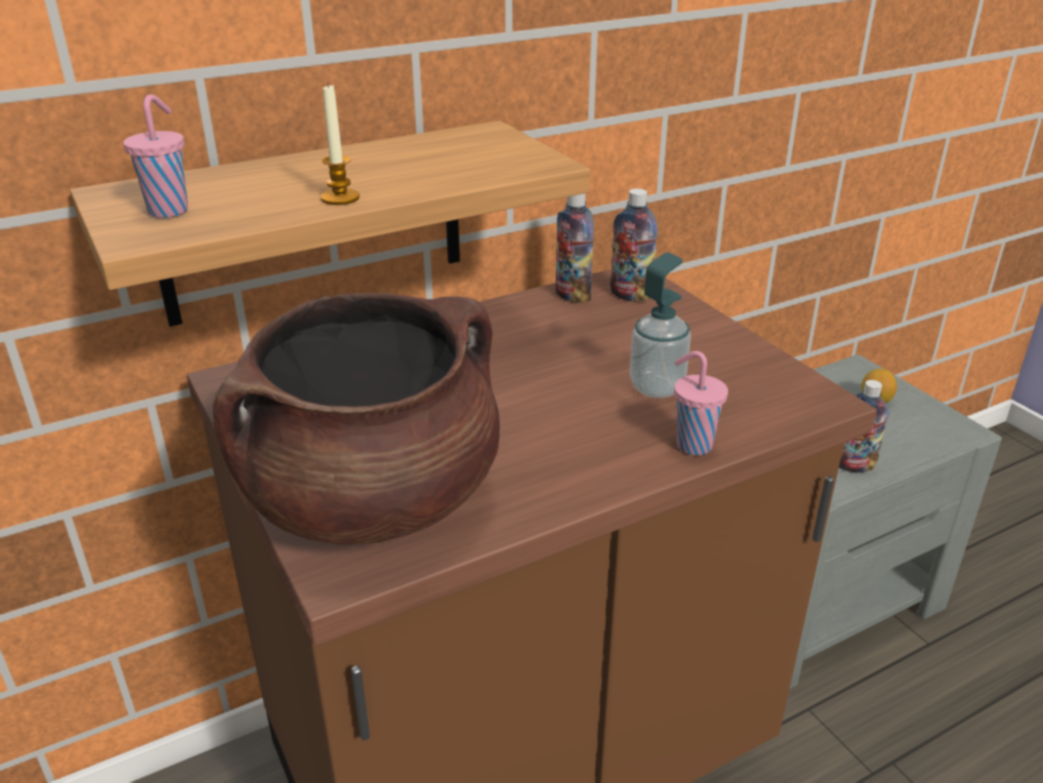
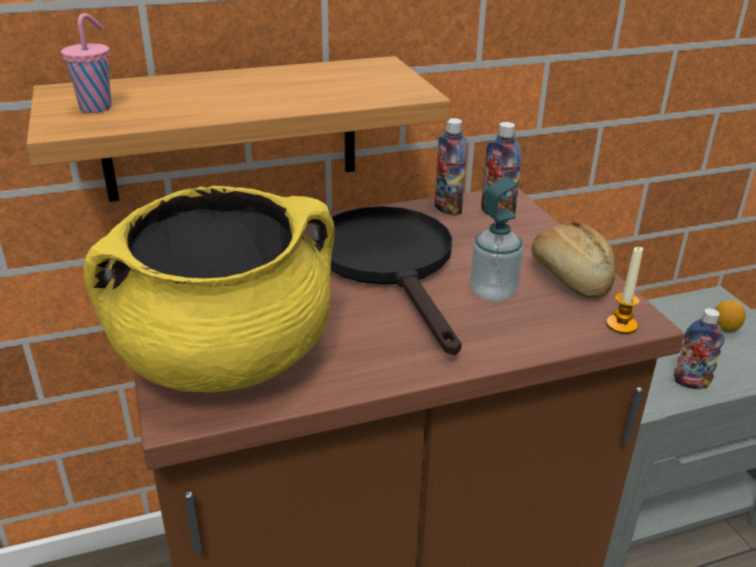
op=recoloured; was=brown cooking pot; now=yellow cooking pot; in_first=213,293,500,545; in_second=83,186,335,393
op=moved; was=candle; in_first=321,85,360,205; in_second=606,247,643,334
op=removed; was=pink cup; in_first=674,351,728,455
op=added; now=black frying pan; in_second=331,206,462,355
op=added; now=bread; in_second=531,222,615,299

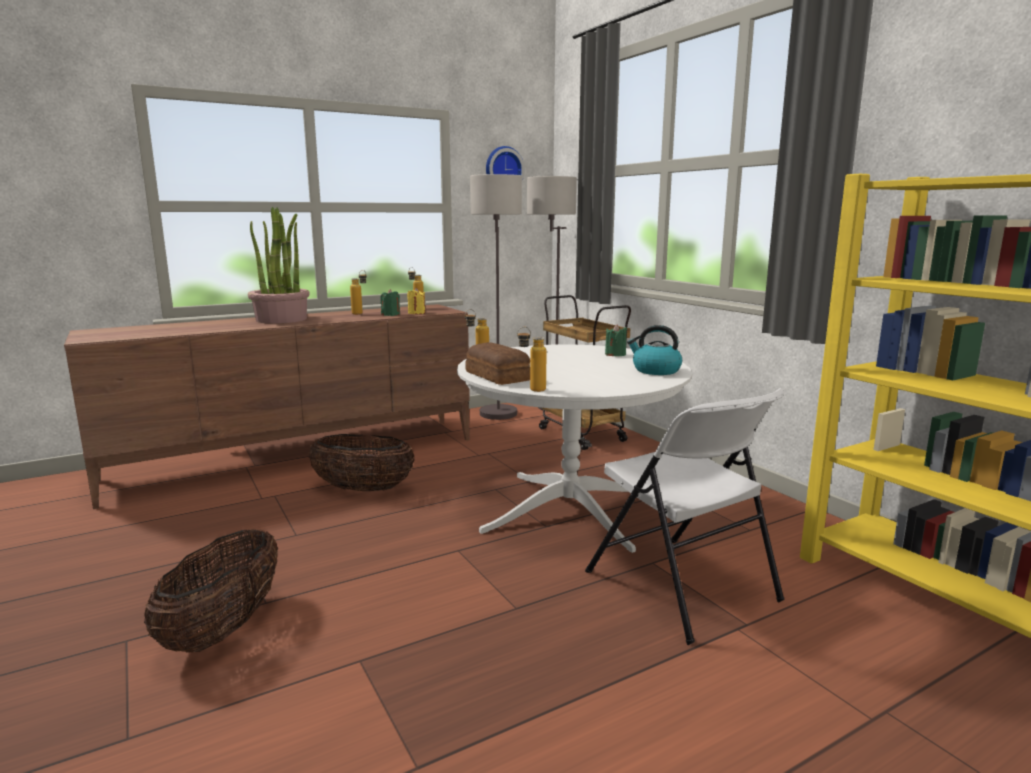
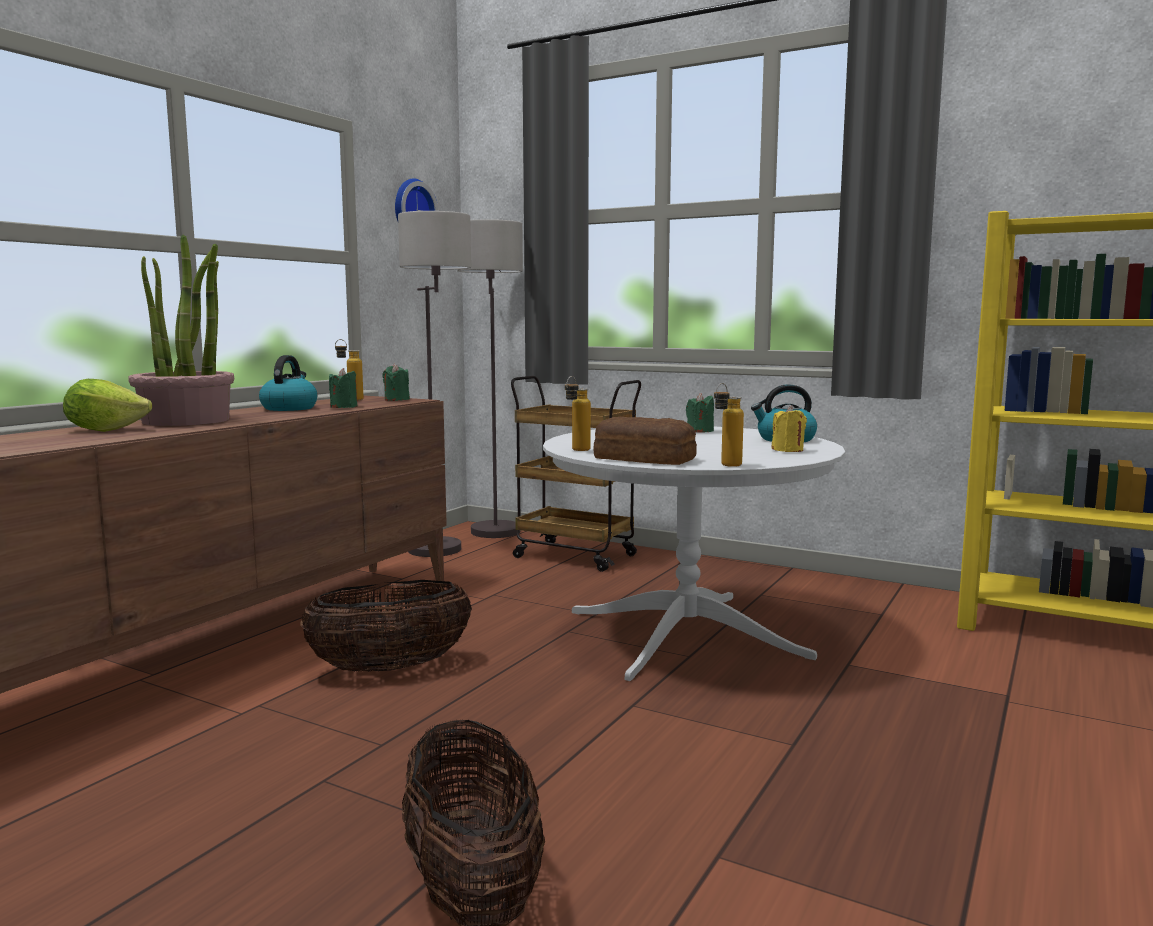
op=replaced; was=bottle; now=kettle; in_first=350,270,367,315; in_second=259,355,318,411
op=moved; was=yellow candle; in_first=407,288,425,314; in_second=771,406,807,452
op=removed; was=white chair; in_first=585,388,785,645
op=added; now=lettuce; in_second=63,379,152,432
op=added; now=green candle; in_second=382,364,410,401

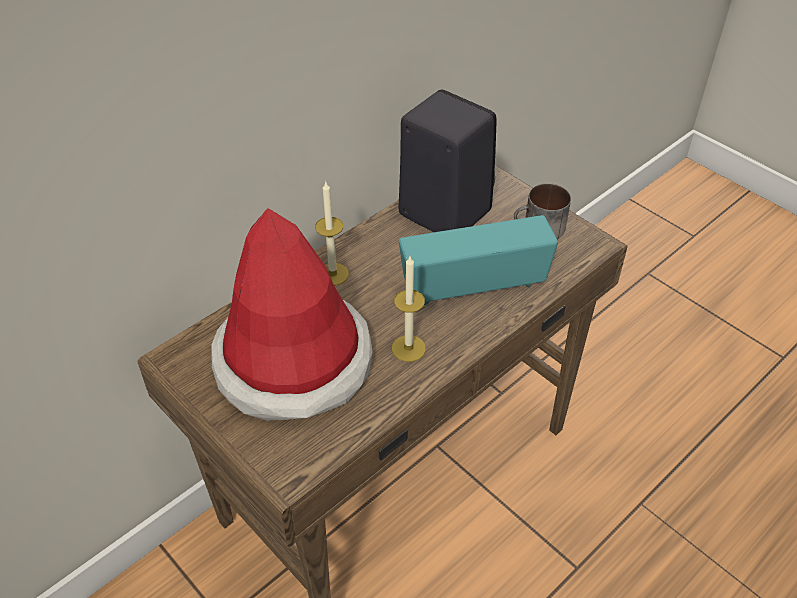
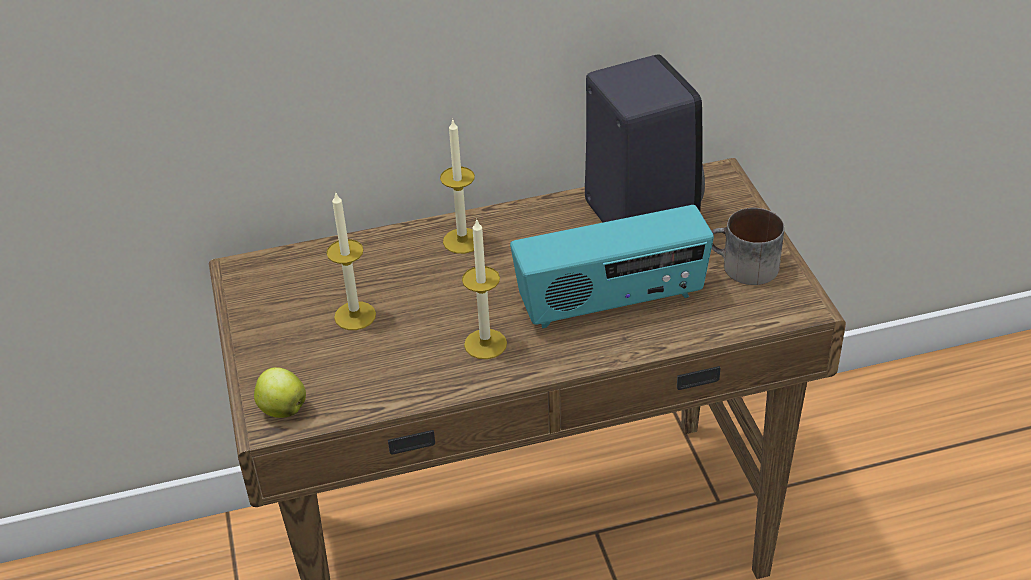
op=replaced; was=hat; now=candle; in_first=211,208,373,420; in_second=326,191,376,330
op=turned; was=radio; in_first=399,215,558,305; in_second=510,205,714,328; clockwise=150
op=added; now=apple; in_second=254,367,306,418

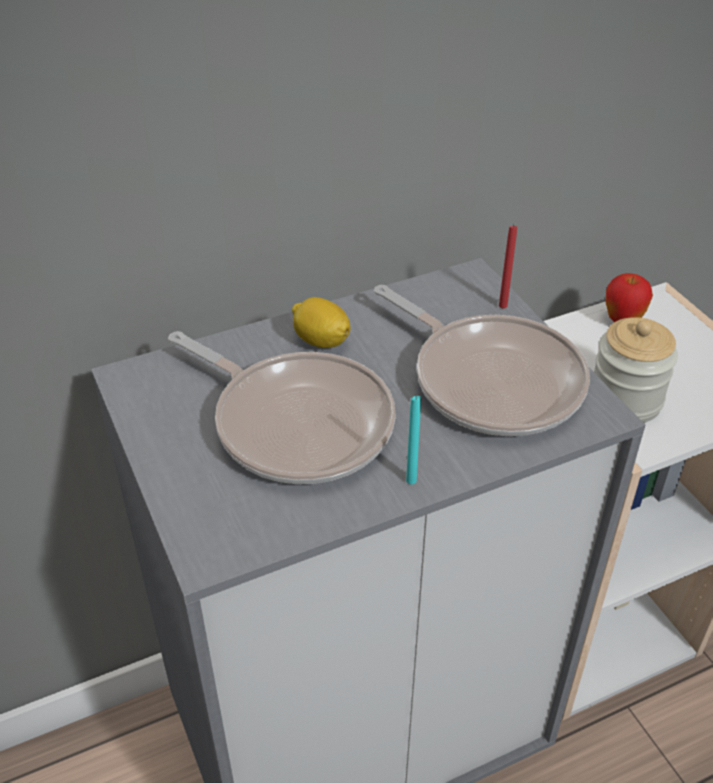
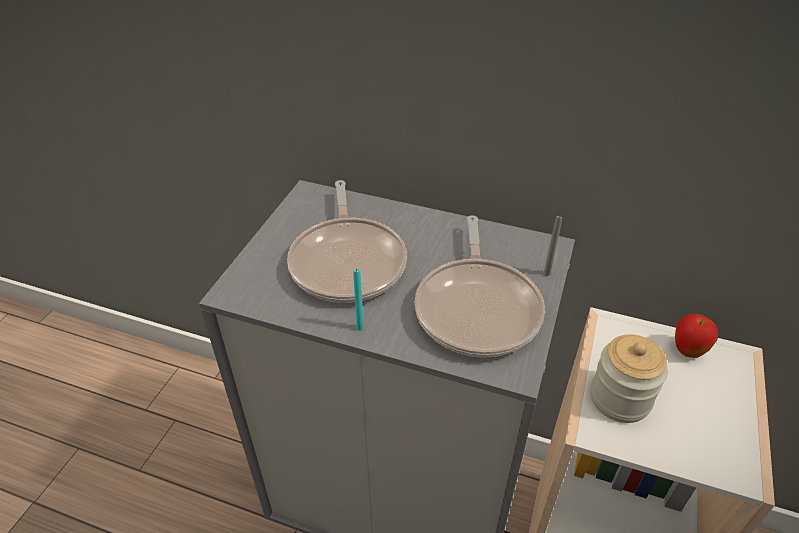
op=removed; was=lemon; in_first=292,297,351,348
op=recoloured; was=red candle; now=grey candle; in_first=499,224,517,308; in_second=544,215,562,276

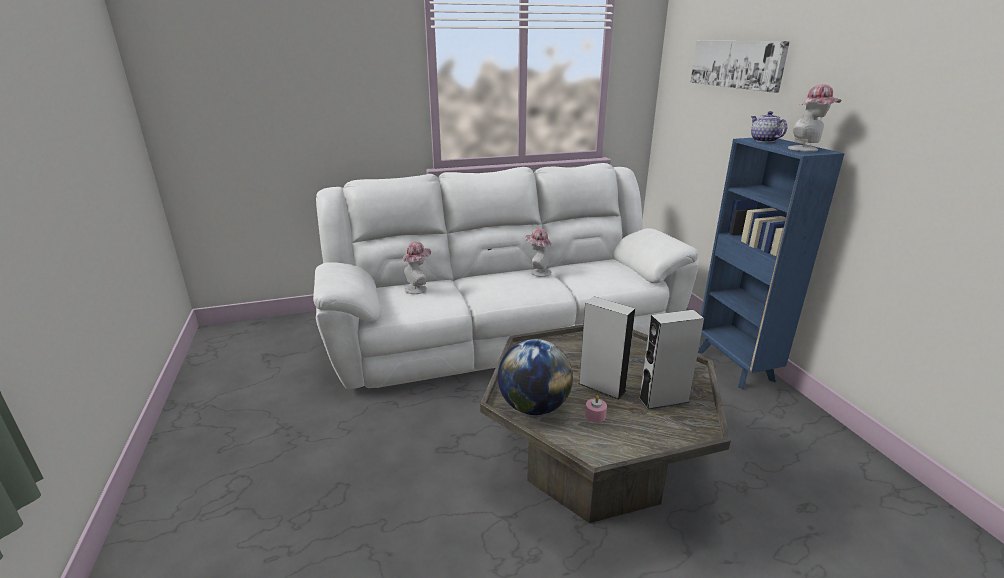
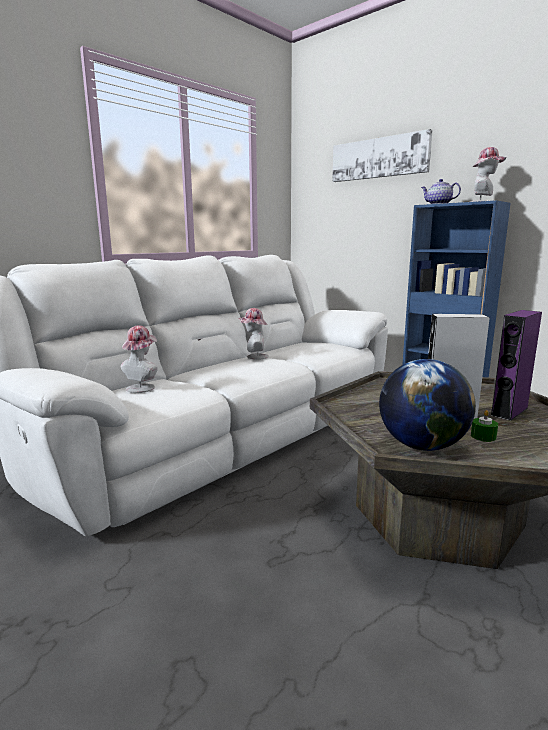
op=recoloured; was=pink candle; now=green candle; in_first=585,395,607,423; in_second=471,410,498,442
op=recoloured; was=grey speaker; now=purple speaker; in_first=639,310,704,410; in_second=490,310,542,421

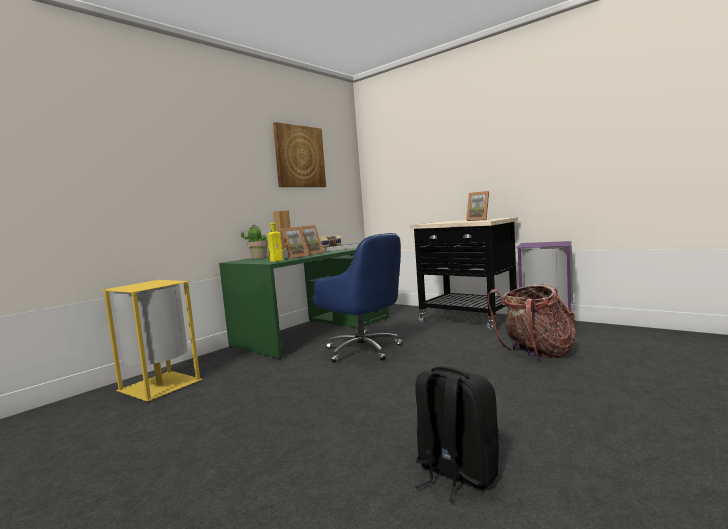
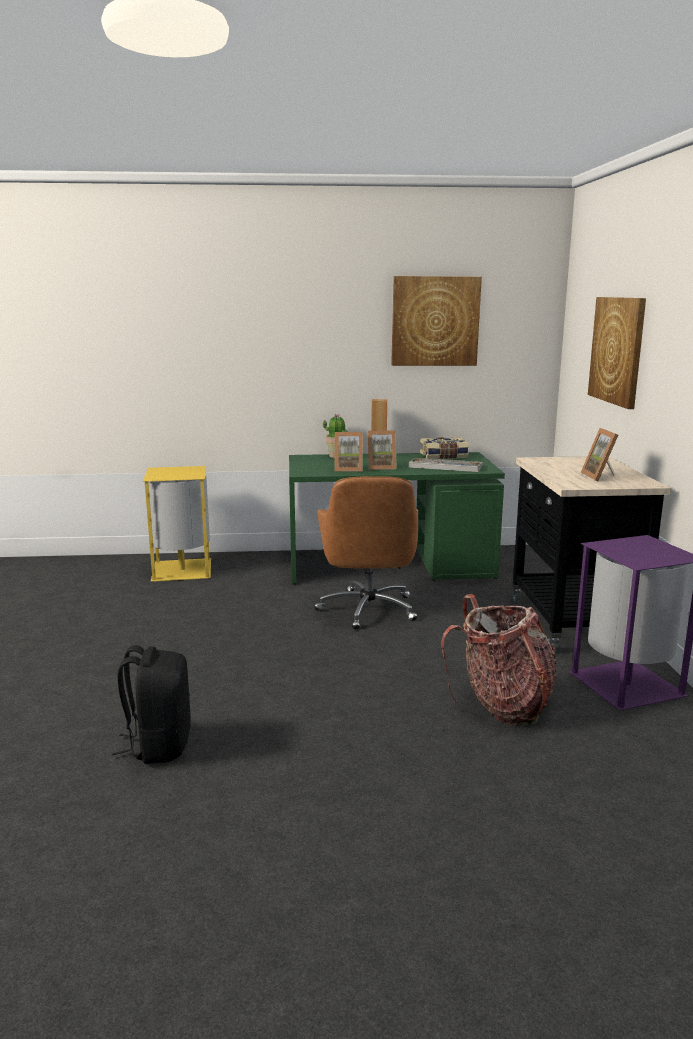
op=removed; was=yellow bottle; in_first=267,223,284,262
op=recoloured; was=blue office chair; now=brown office chair; in_first=313,233,402,363; in_second=315,476,418,630
op=added; now=picture; in_second=588,297,646,409

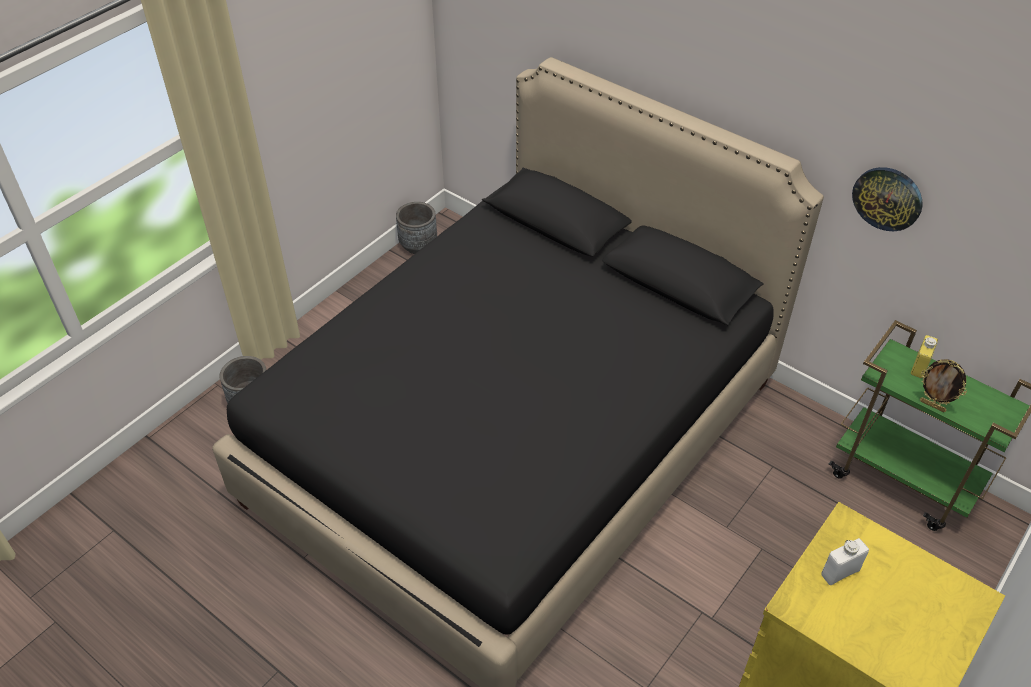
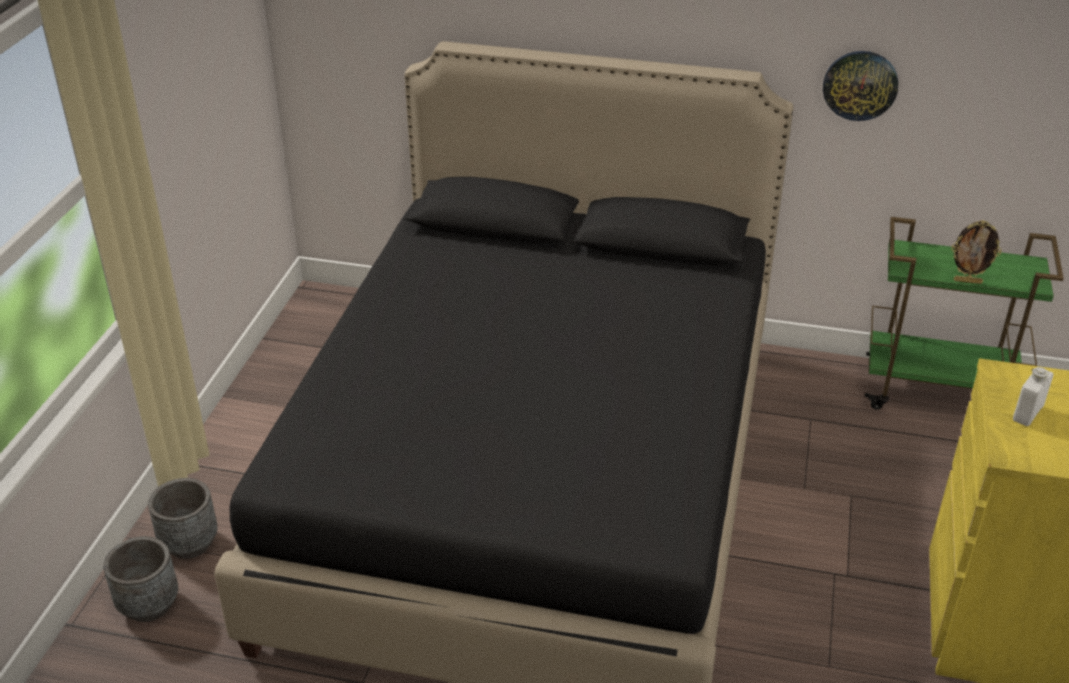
op=moved; was=grey planter; in_first=396,202,437,254; in_second=103,536,178,622
op=removed; was=yellow bottle; in_first=911,335,938,378

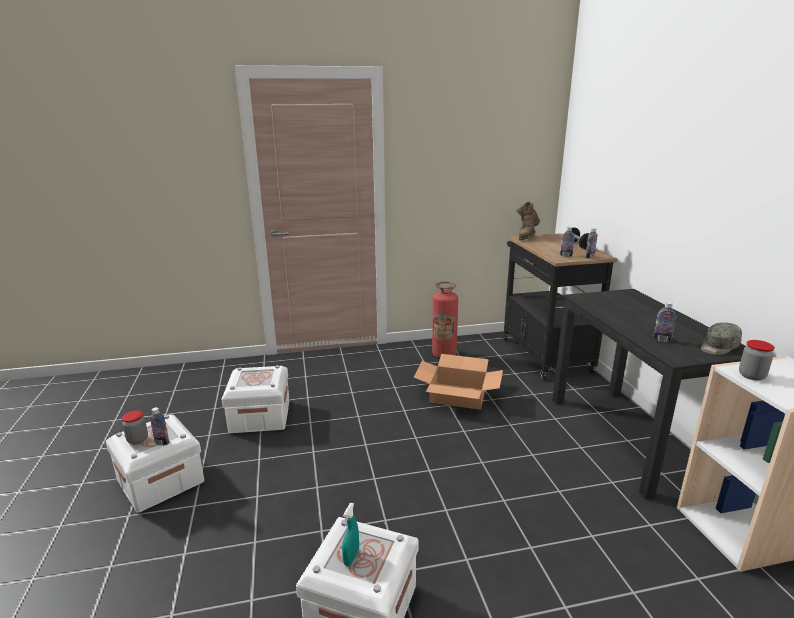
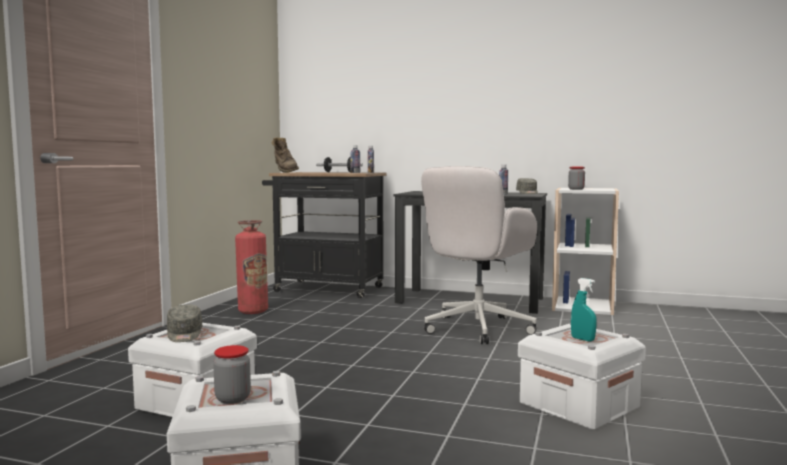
op=removed; was=bottle; in_first=150,407,169,446
op=removed; was=cardboard box; in_first=413,354,503,410
op=added; now=grey cap; in_second=167,304,202,342
op=added; now=white office chair; in_second=421,166,537,344

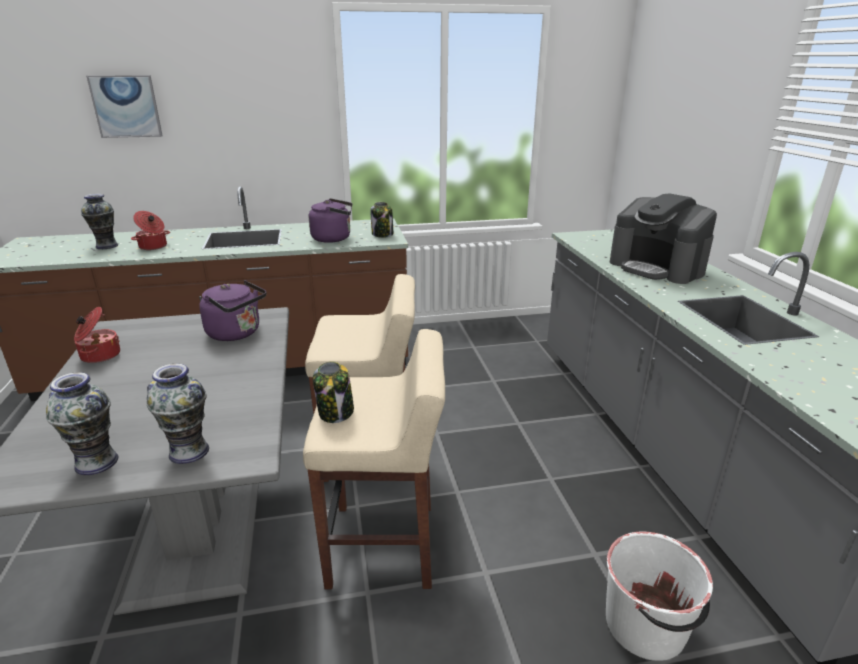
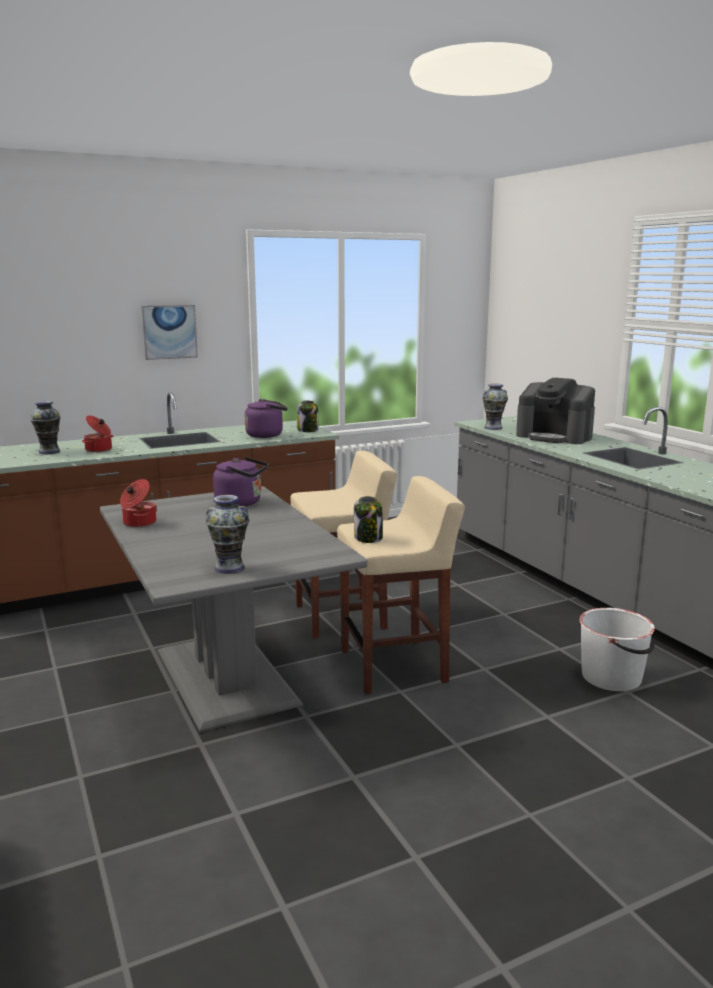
op=moved; was=picture; in_first=86,75,163,138; in_second=141,305,198,360
op=moved; was=vase; in_first=147,364,209,464; in_second=482,384,508,430

